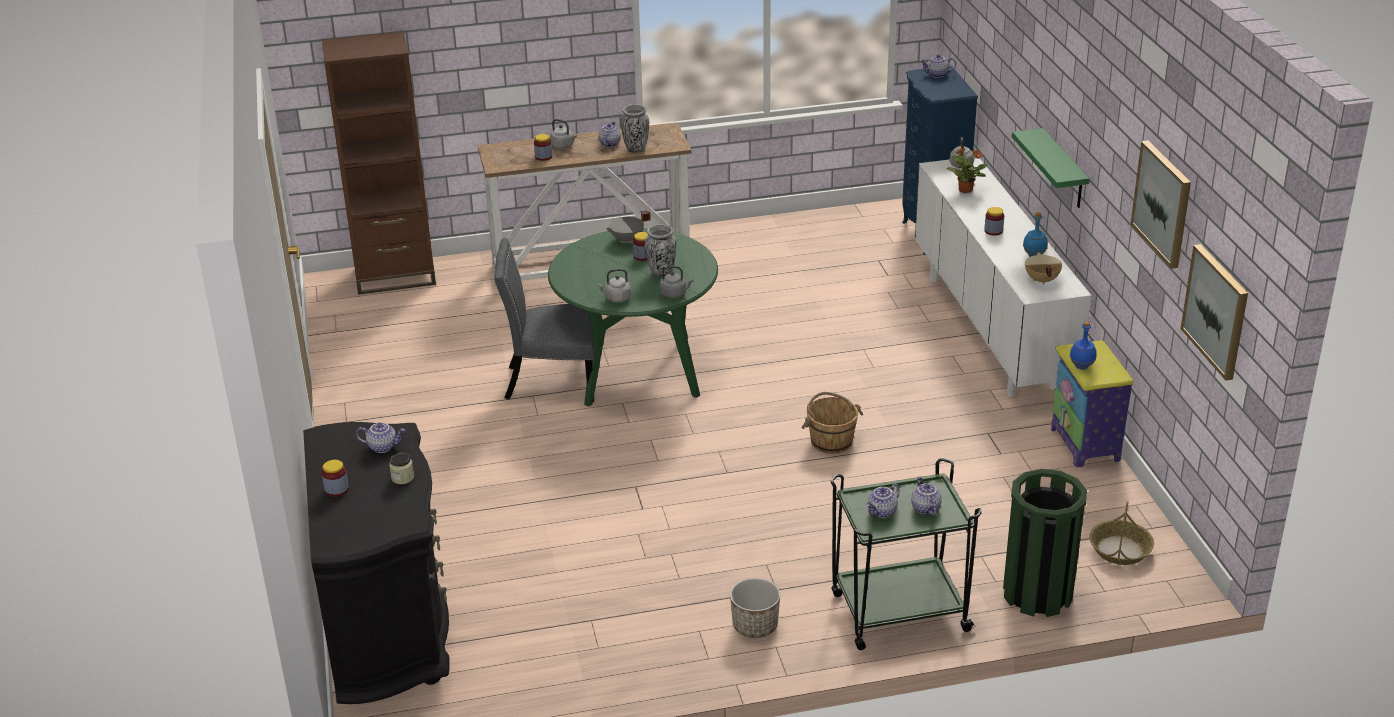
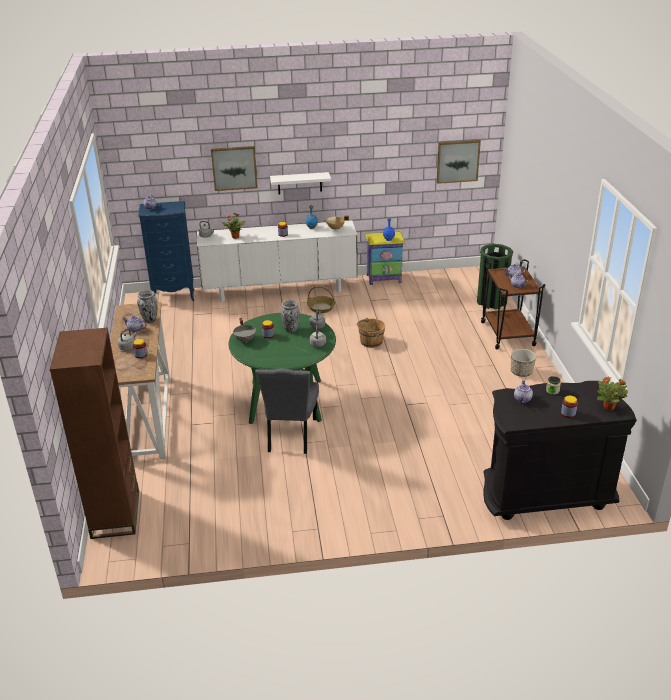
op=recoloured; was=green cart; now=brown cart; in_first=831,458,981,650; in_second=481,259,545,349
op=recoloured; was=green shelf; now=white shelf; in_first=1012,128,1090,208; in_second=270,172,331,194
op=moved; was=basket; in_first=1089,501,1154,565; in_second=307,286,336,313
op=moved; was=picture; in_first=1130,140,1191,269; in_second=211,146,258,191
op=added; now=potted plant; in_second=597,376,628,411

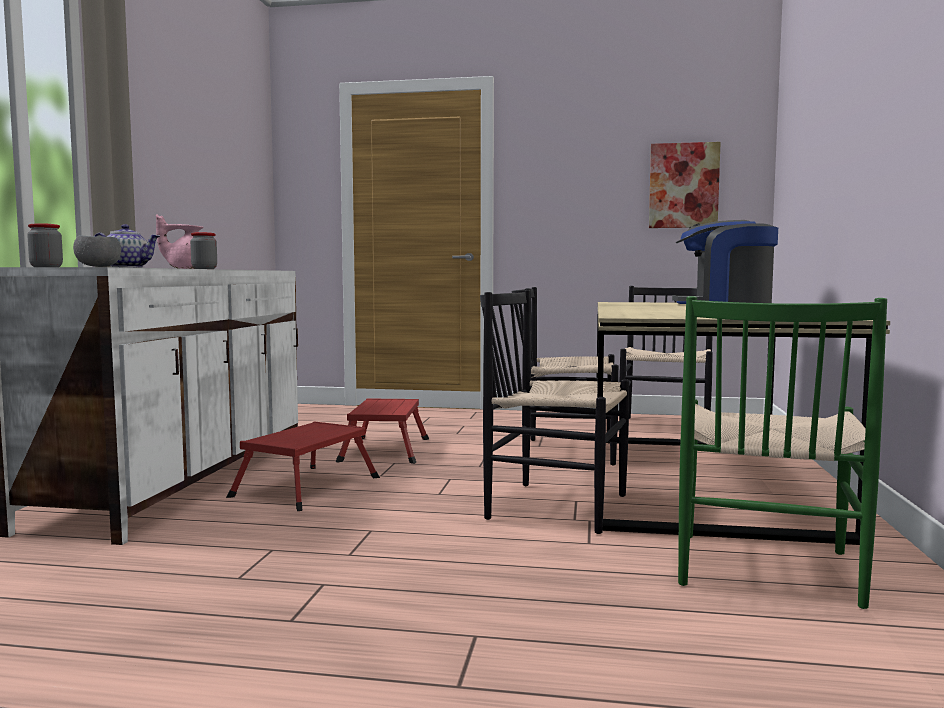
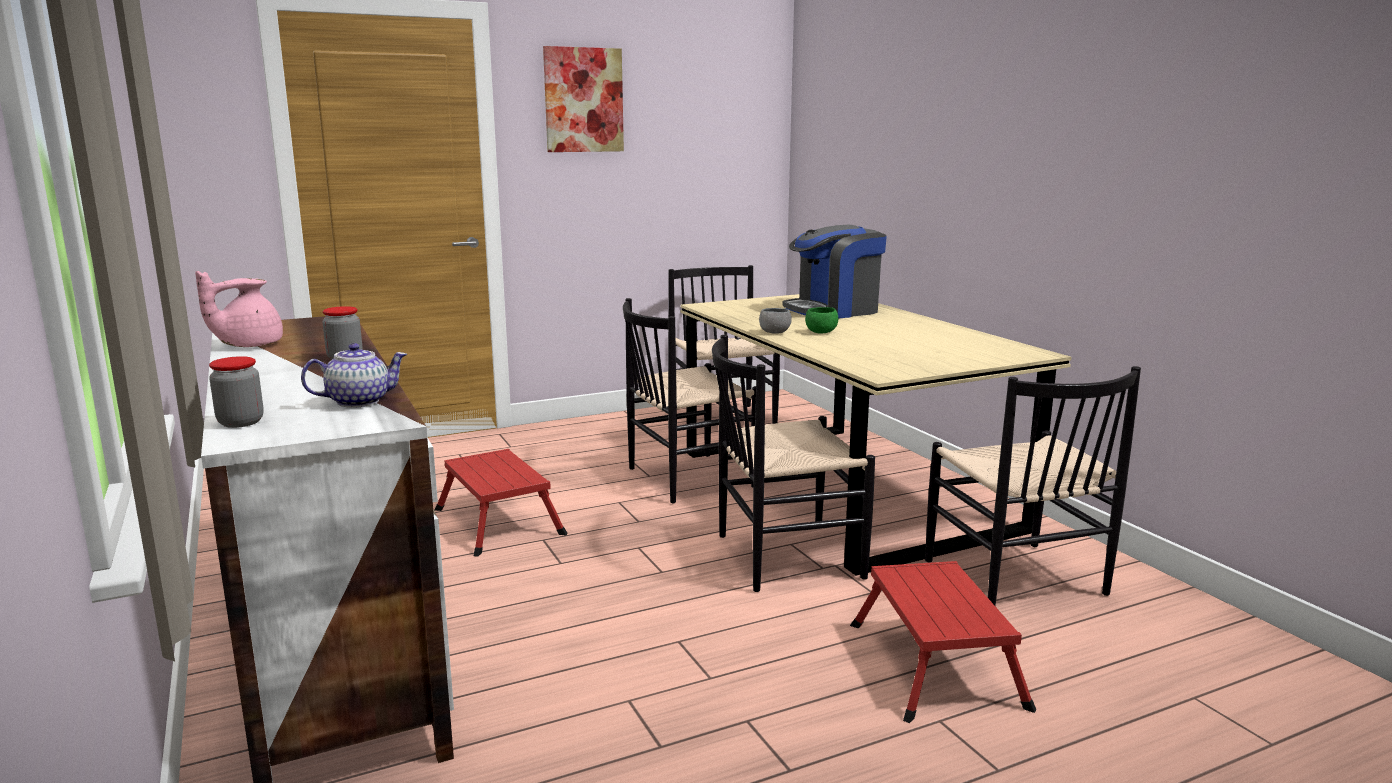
op=moved; was=grey bowl; in_first=73,235,121,267; in_second=759,308,792,334
op=moved; was=red step ladder; in_first=226,421,380,511; in_second=850,561,1036,723
op=moved; was=picture; in_first=649,142,721,228; in_second=543,46,624,152
op=recoloured; was=green chair; now=black chair; in_first=678,296,887,609; in_second=925,366,1141,606
op=added; now=green bowl; in_second=805,307,838,333

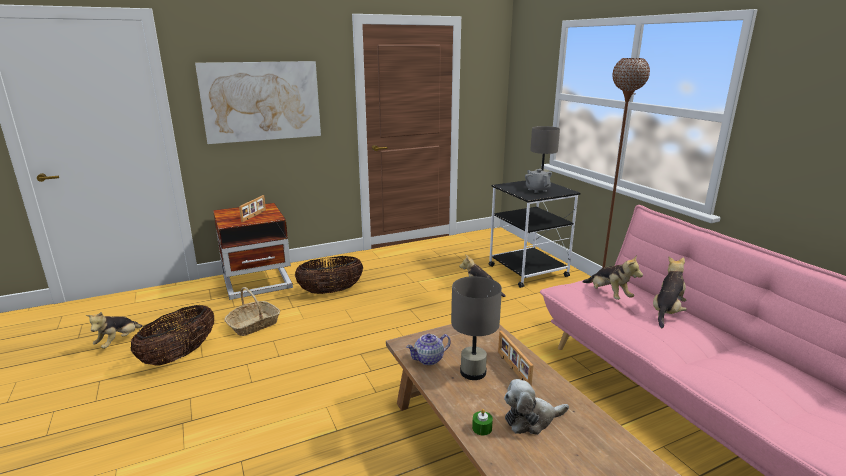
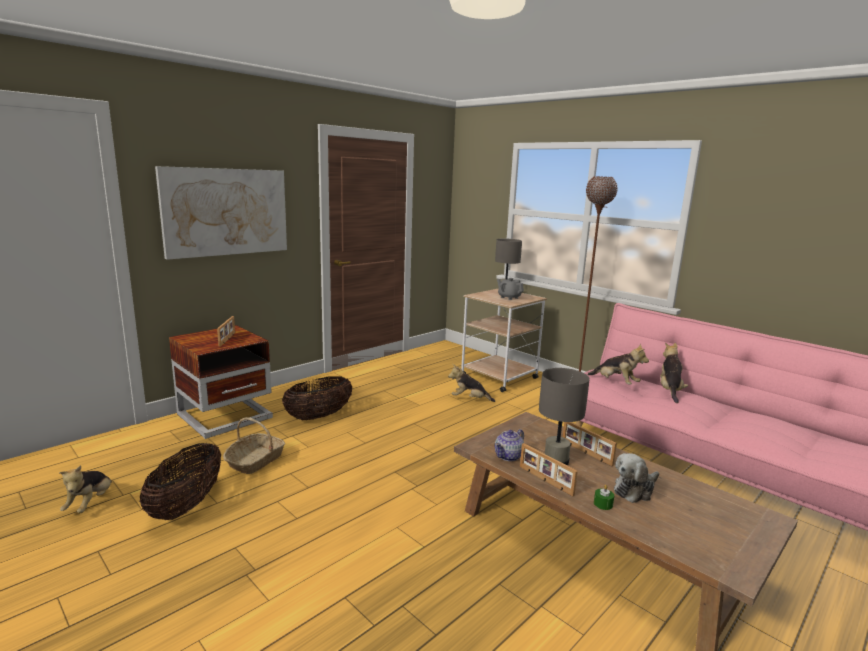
op=recoloured; was=black cart; now=beige cart; in_first=488,180,580,288; in_second=461,288,547,392
op=added; now=picture frame; in_second=520,443,578,496

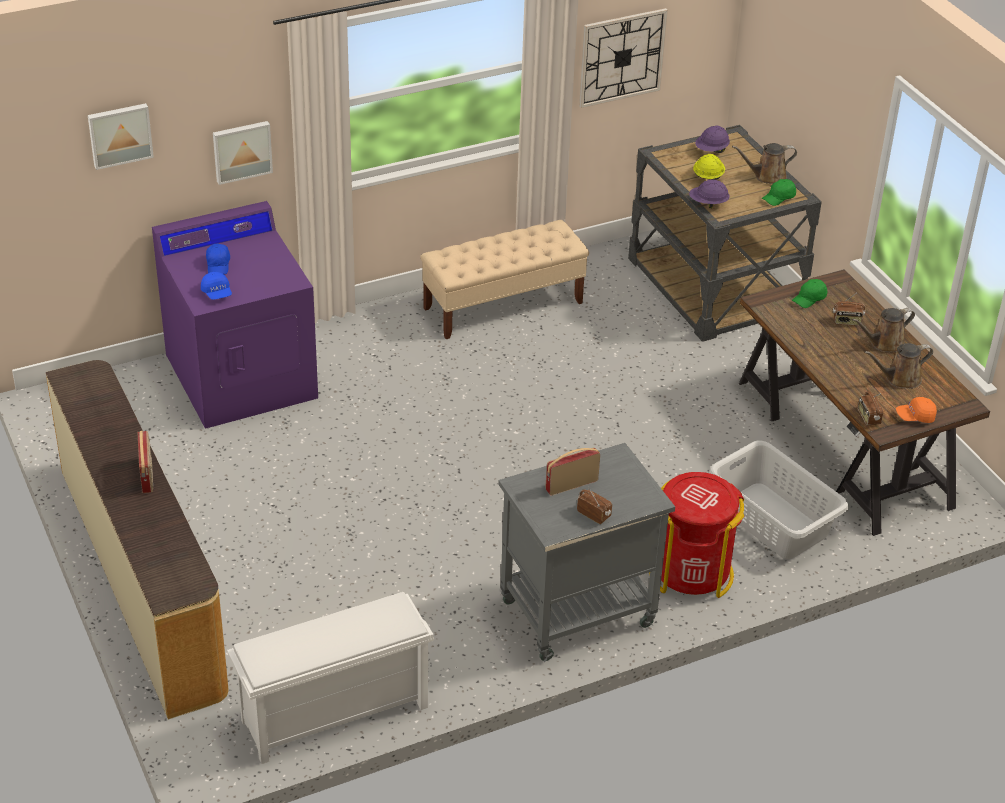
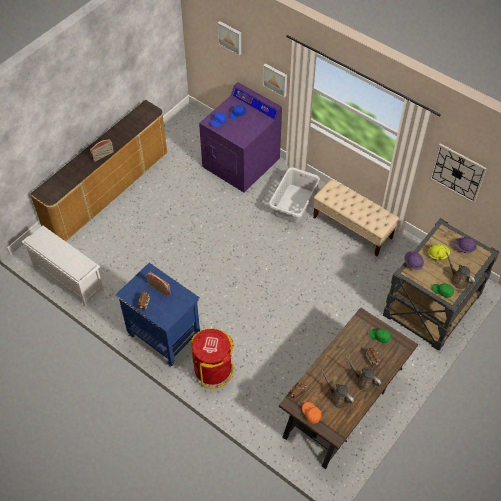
op=recoloured; was=grey cart; now=blue cart; in_first=498,443,675,662; in_second=115,263,200,367
op=moved; was=grey laundry basket; in_first=709,440,848,559; in_second=269,167,320,223

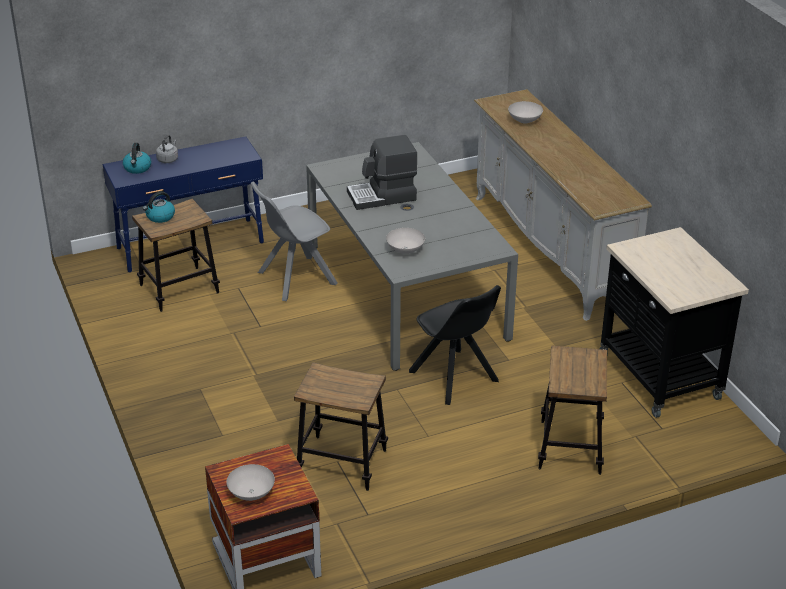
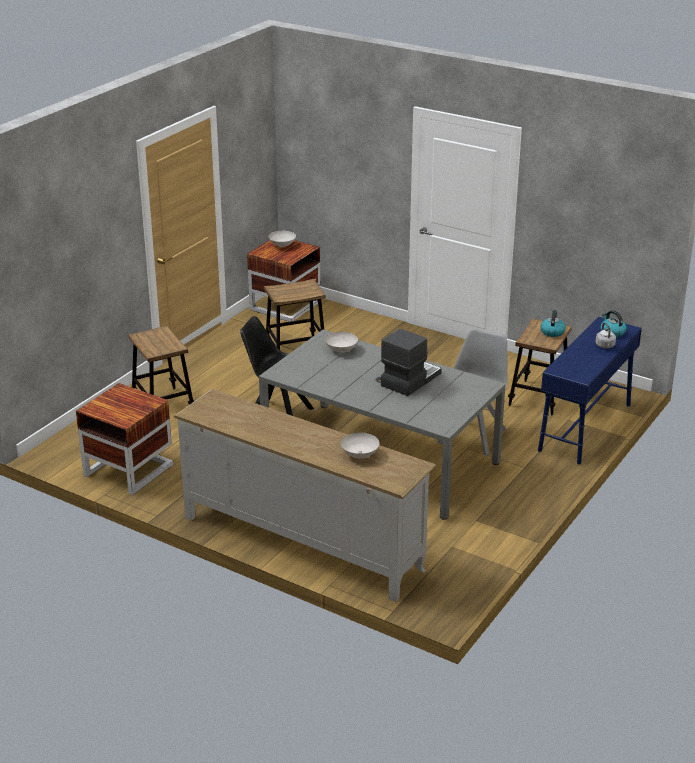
op=replaced; was=black cart; now=nightstand; in_first=599,227,749,418; in_second=76,383,173,495

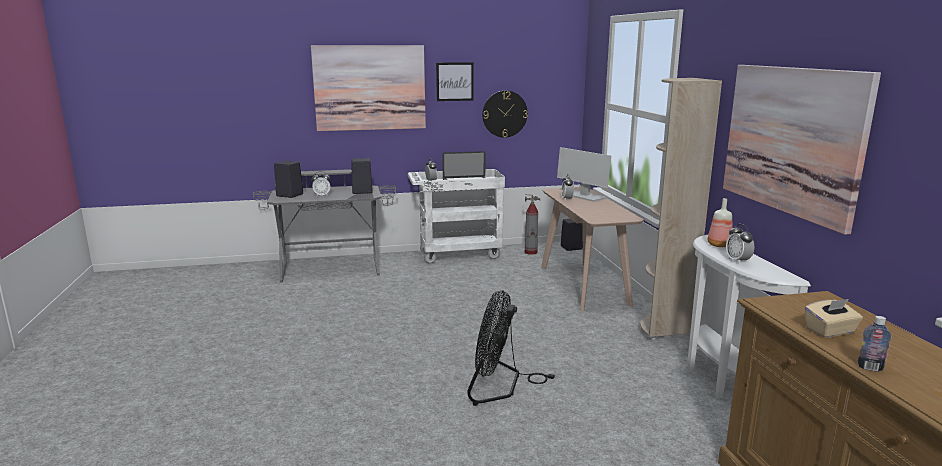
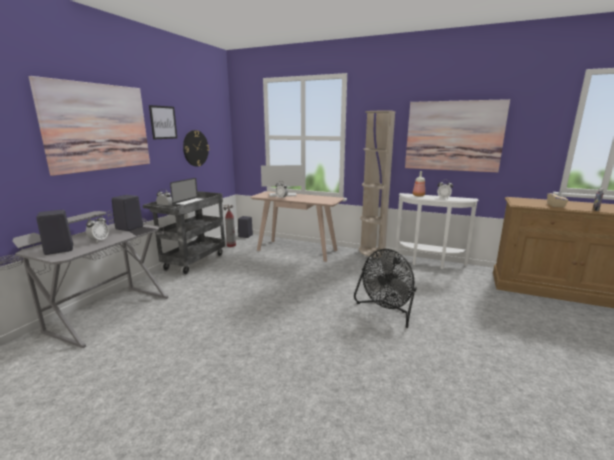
op=recoloured; was=white cart; now=black cart; in_first=408,169,505,263; in_second=143,191,225,275

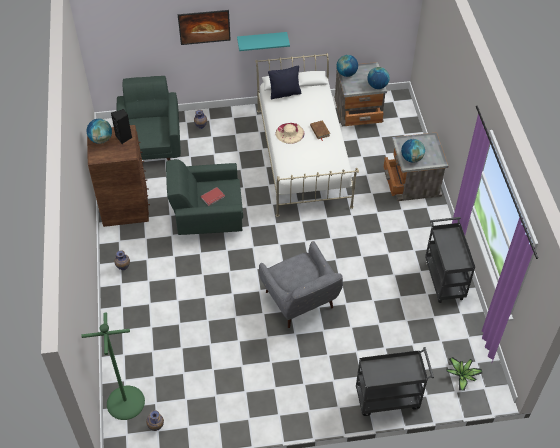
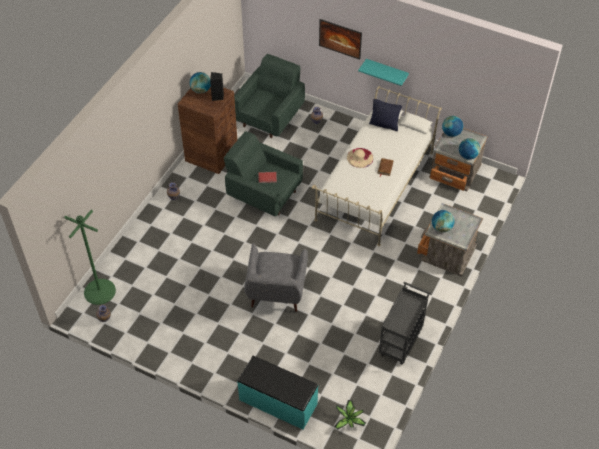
op=replaced; was=grey cart; now=turquoise bench; in_first=356,347,434,416; in_second=237,356,318,429

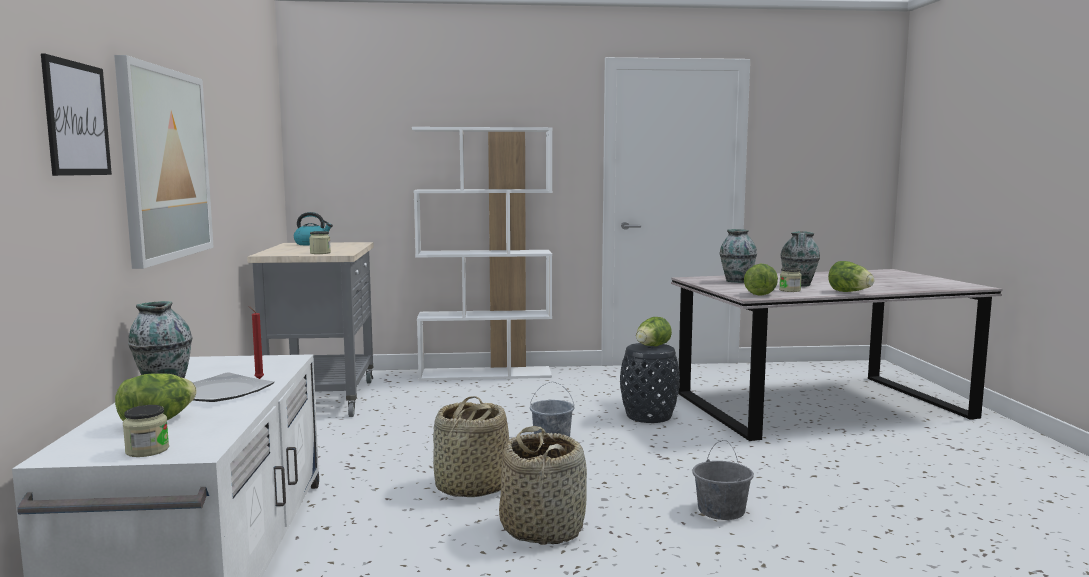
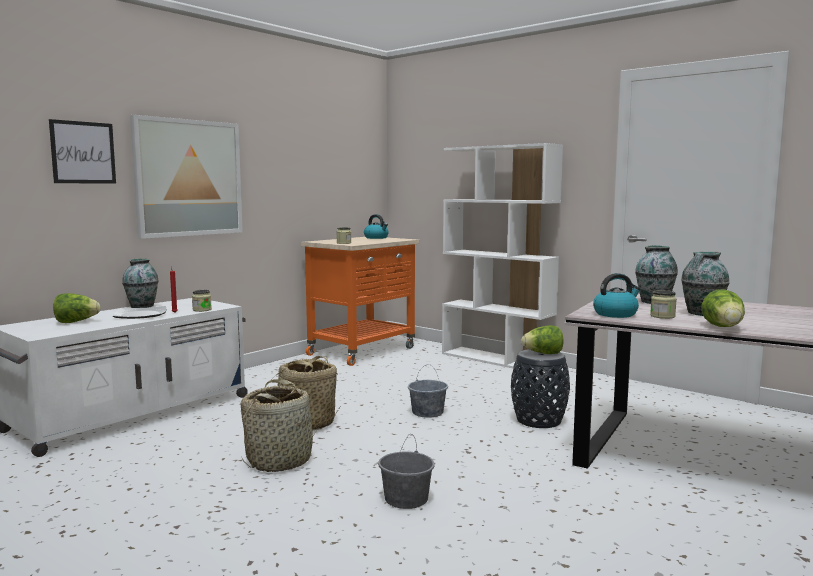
op=moved; was=jar; in_first=123,405,169,457; in_second=192,290,212,312
op=recoloured; was=grey cart; now=orange cart; in_first=247,242,374,417; in_second=301,237,419,366
op=replaced; was=lettuce; now=kettle; in_first=744,264,778,296; in_second=593,273,641,318

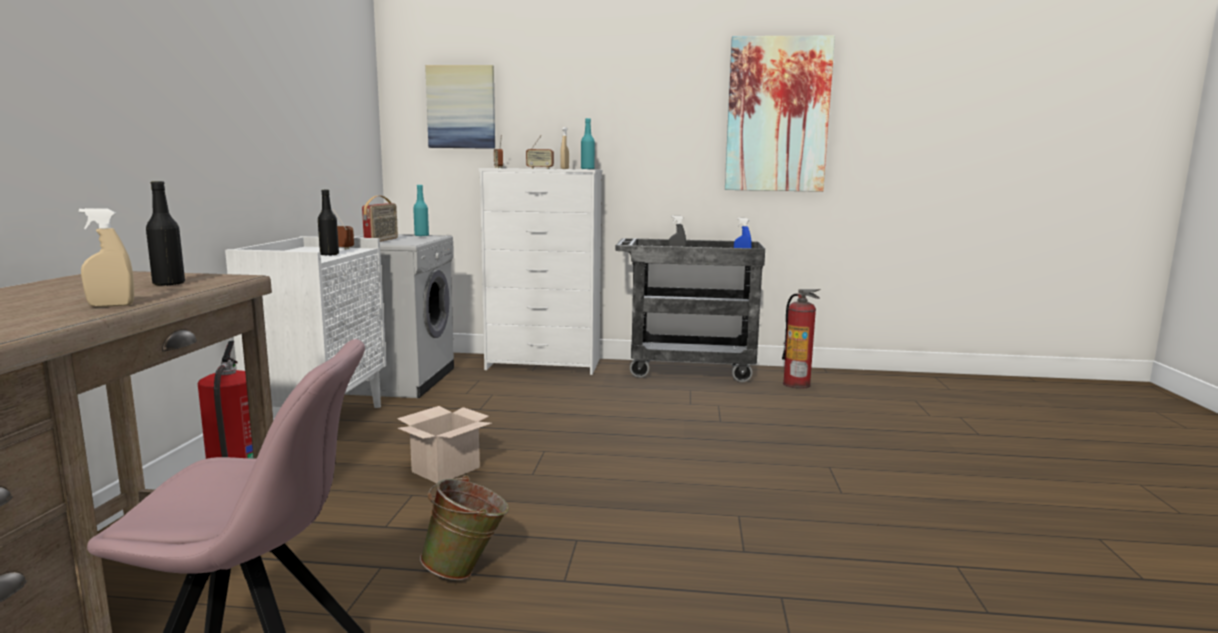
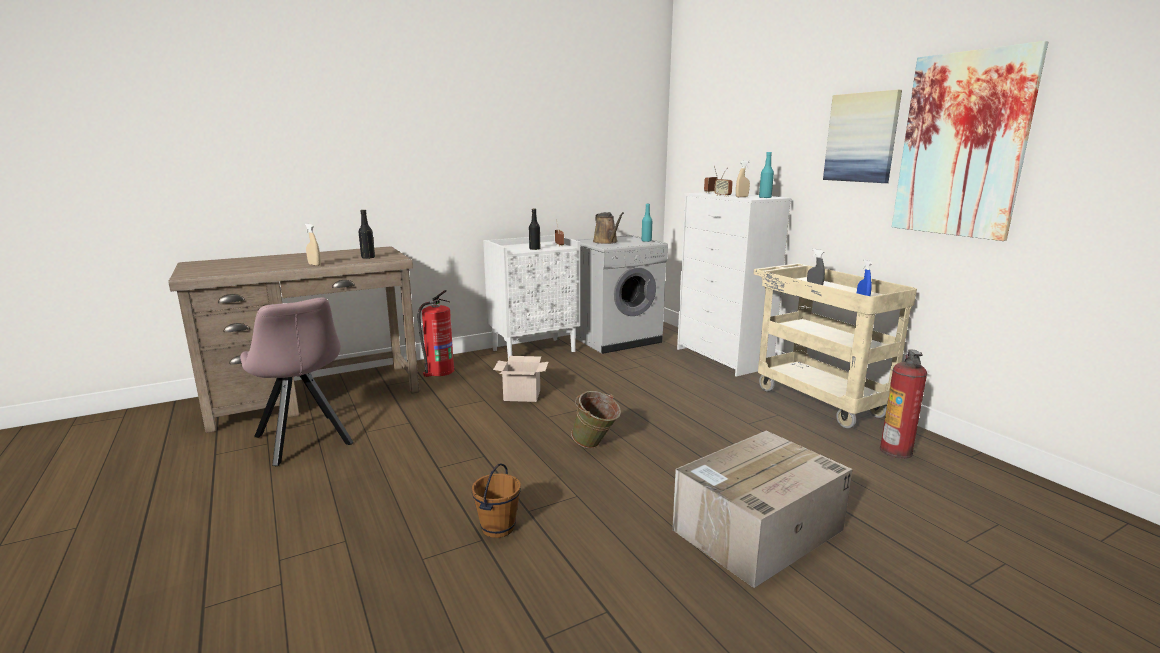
op=replaced; was=radio; now=brown watering can; in_first=362,195,398,242; in_second=593,212,624,244
op=moved; was=green bucket; in_first=420,475,509,580; in_second=571,391,621,449
op=moved; was=picture; in_first=425,65,495,149; in_second=823,90,902,183
op=recoloured; was=black cart; now=beige cart; in_first=615,238,765,382; in_second=753,263,917,428
op=added; now=brown bucket; in_second=472,463,521,538
op=added; now=cardboard box; in_second=672,431,853,588

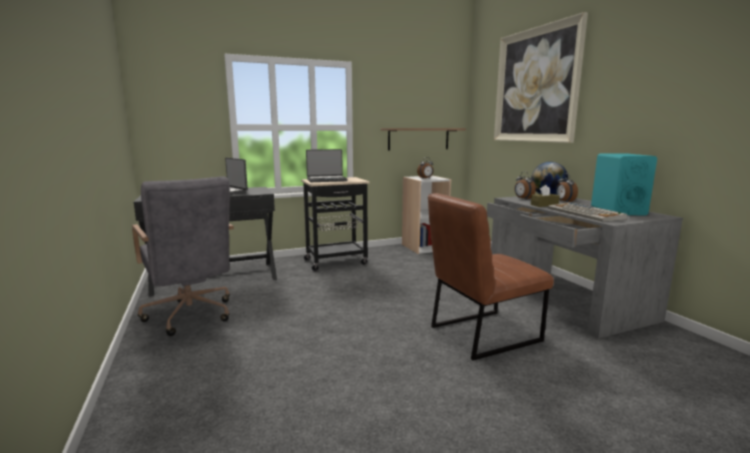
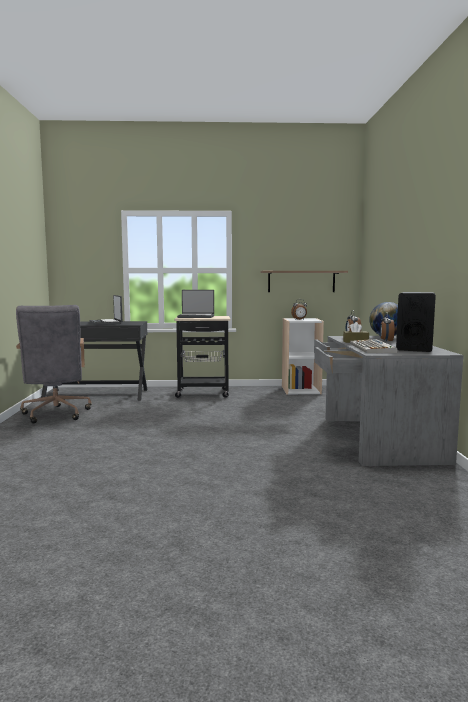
op=removed; was=brown chair; in_first=428,193,554,360
op=removed; was=picture; in_first=494,12,588,143
op=recoloured; was=turquoise speaker; now=black speaker; in_first=591,153,657,215; in_second=396,292,436,352

